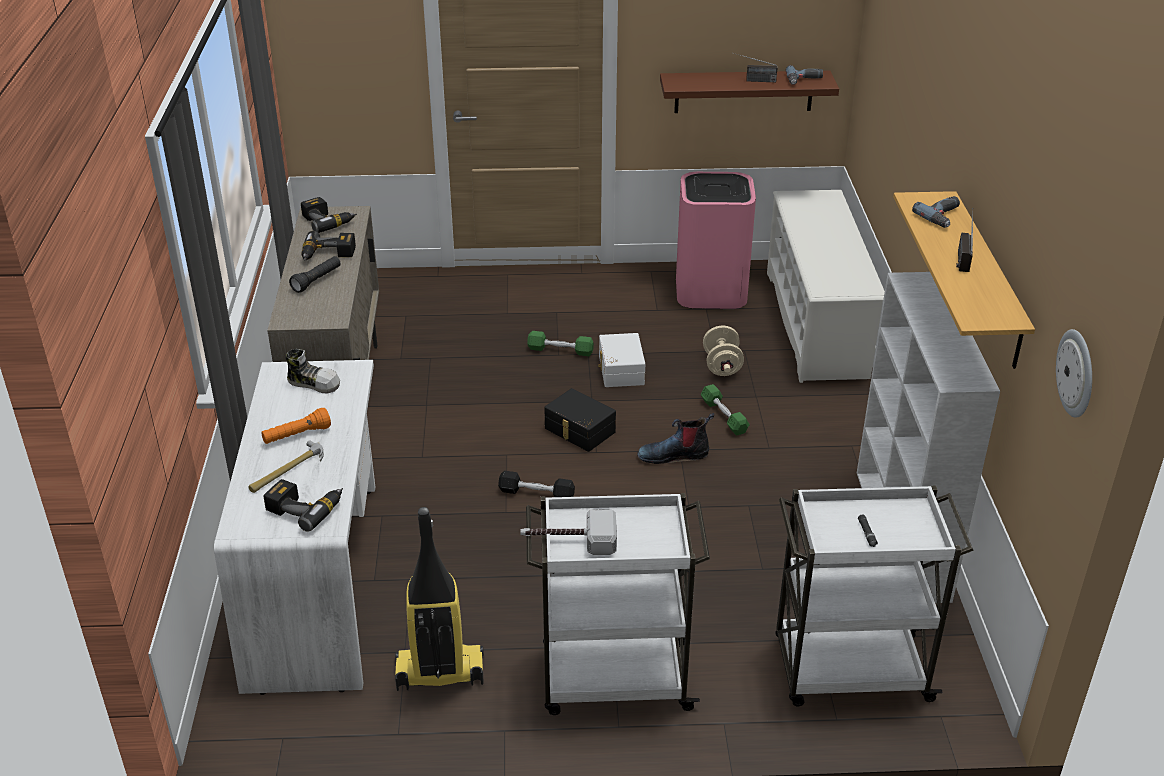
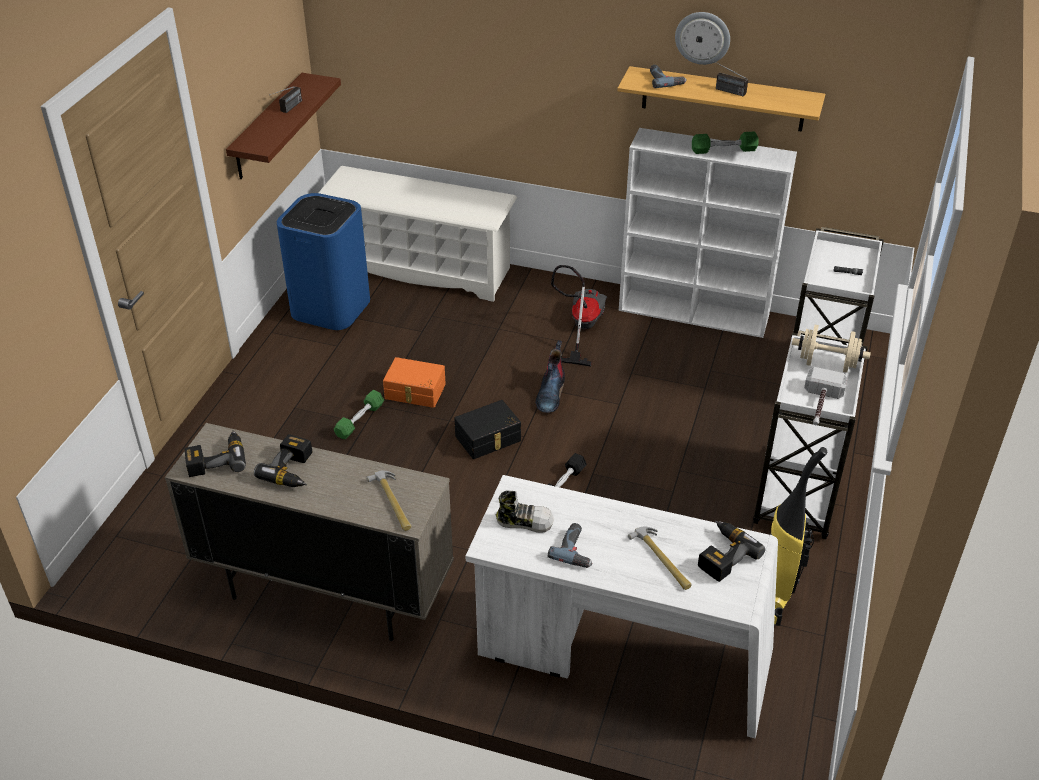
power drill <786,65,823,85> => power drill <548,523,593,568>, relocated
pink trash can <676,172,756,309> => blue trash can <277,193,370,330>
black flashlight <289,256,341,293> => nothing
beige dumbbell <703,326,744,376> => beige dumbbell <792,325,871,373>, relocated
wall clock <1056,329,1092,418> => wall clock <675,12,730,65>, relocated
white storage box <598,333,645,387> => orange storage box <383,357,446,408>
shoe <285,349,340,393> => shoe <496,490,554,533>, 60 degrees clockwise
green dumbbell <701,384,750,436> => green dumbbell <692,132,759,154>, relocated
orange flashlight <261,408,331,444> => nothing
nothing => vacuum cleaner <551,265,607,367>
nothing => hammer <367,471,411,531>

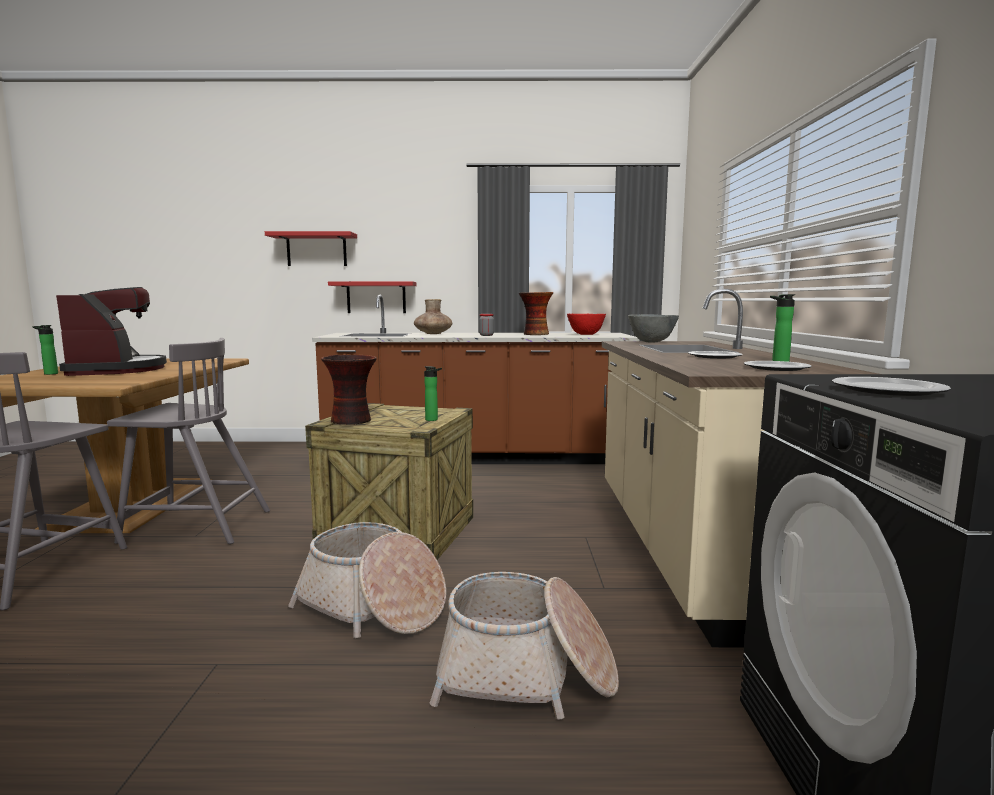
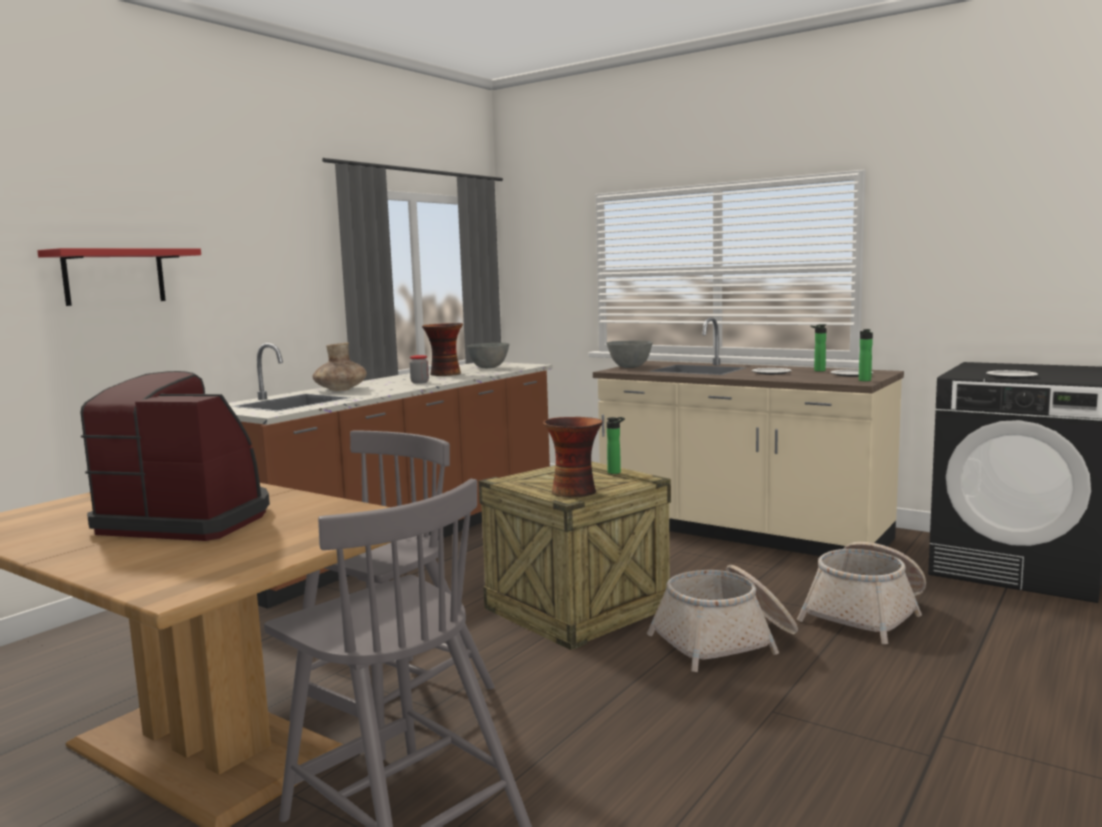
red shelf <328,281,417,313> => nothing
red bowl <567,314,606,335> => grey bowl <466,343,509,368>
bottle <32,325,58,375> => bottle <859,329,873,381>, relocated

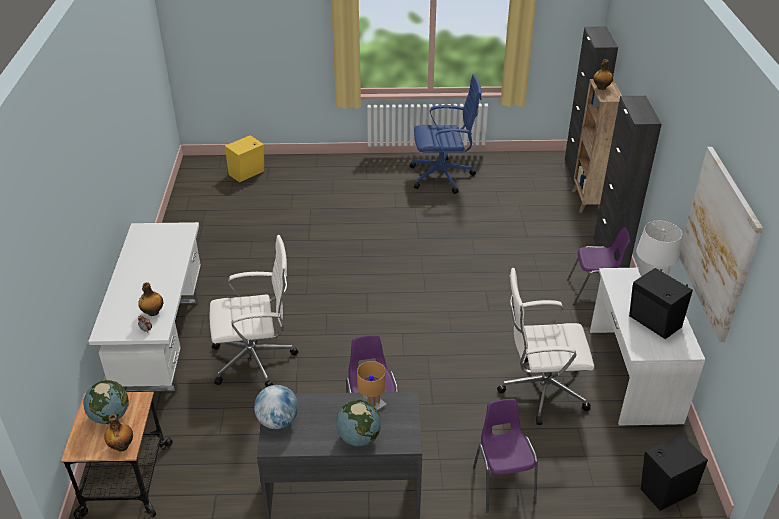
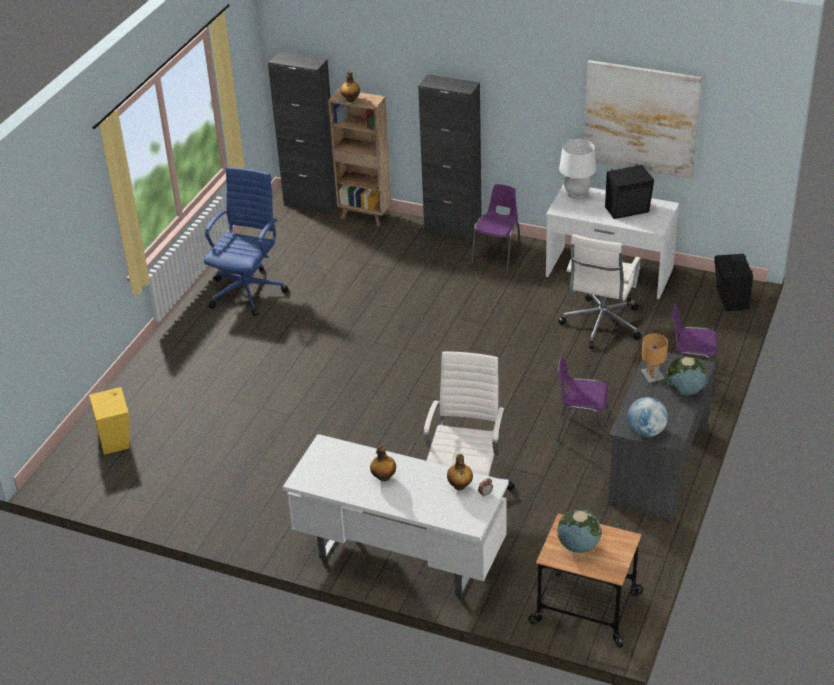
bottle <104,414,133,451> => bottle <370,446,396,481>, relocated

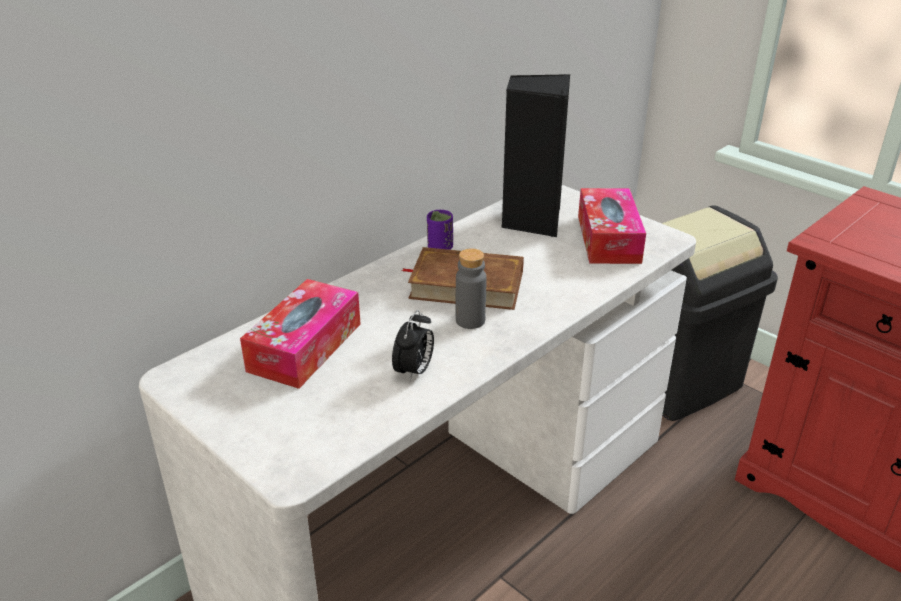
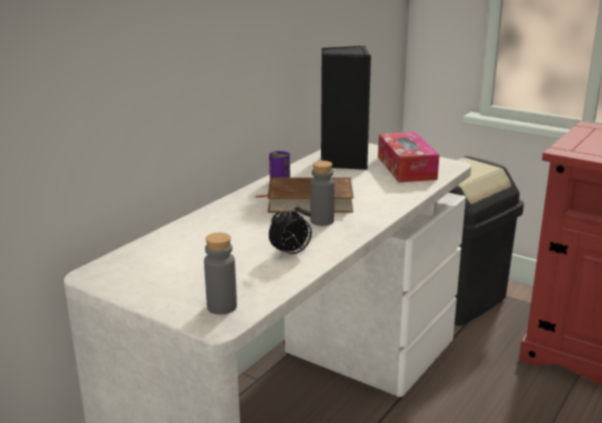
tissue box <240,279,360,389> => nothing
alarm clock <392,310,434,383> => alarm clock <269,201,312,257>, 45 degrees clockwise
nothing => grey bottle <204,233,237,315>

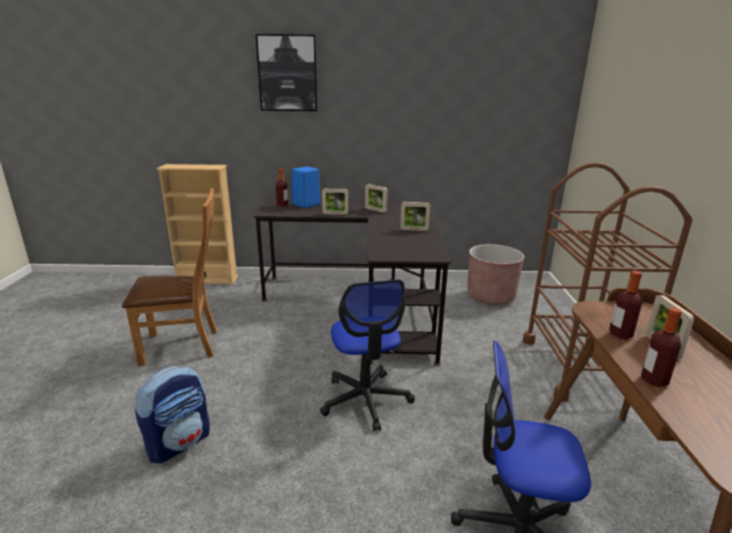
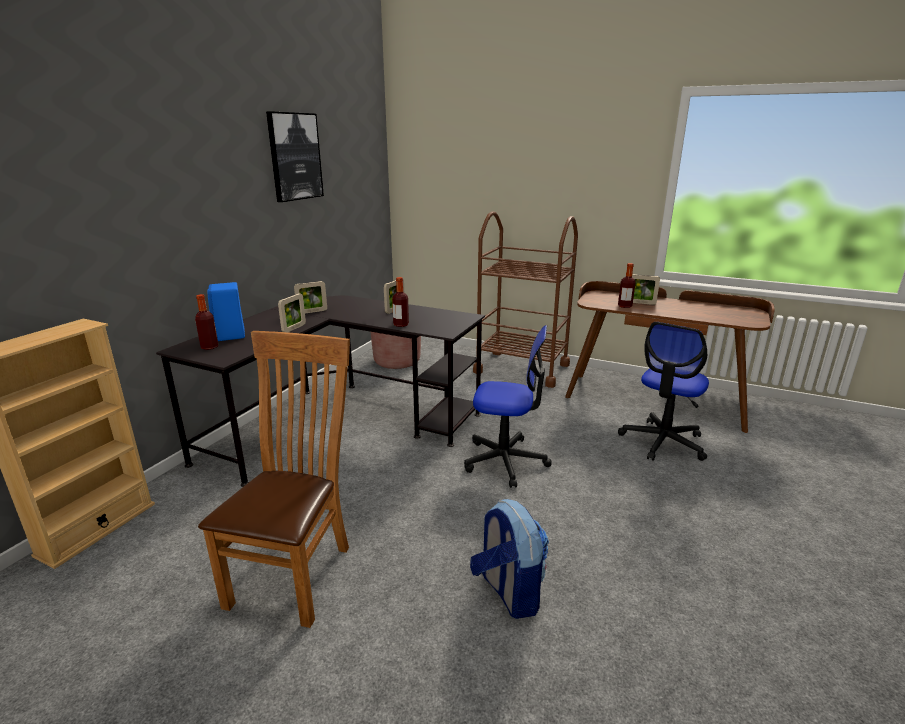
picture <256,34,318,111> => picture <266,111,324,202>, relocated
bottle <641,307,682,387> => bottle <392,277,409,327>, relocated

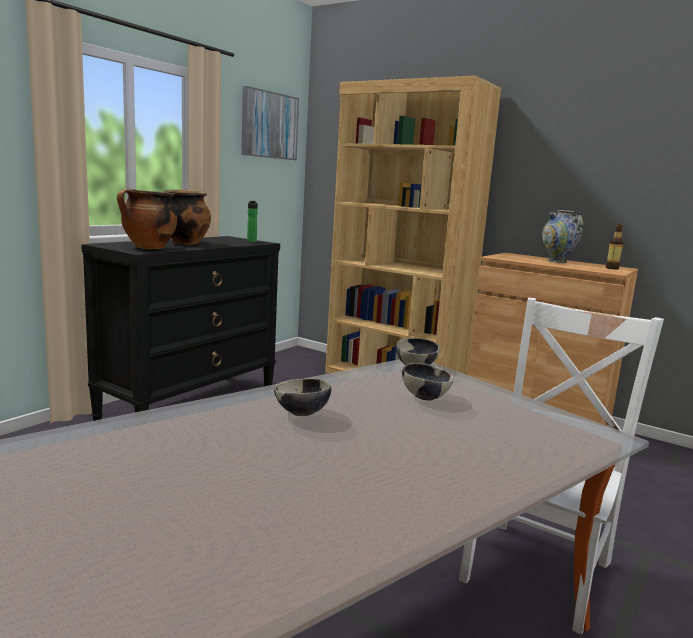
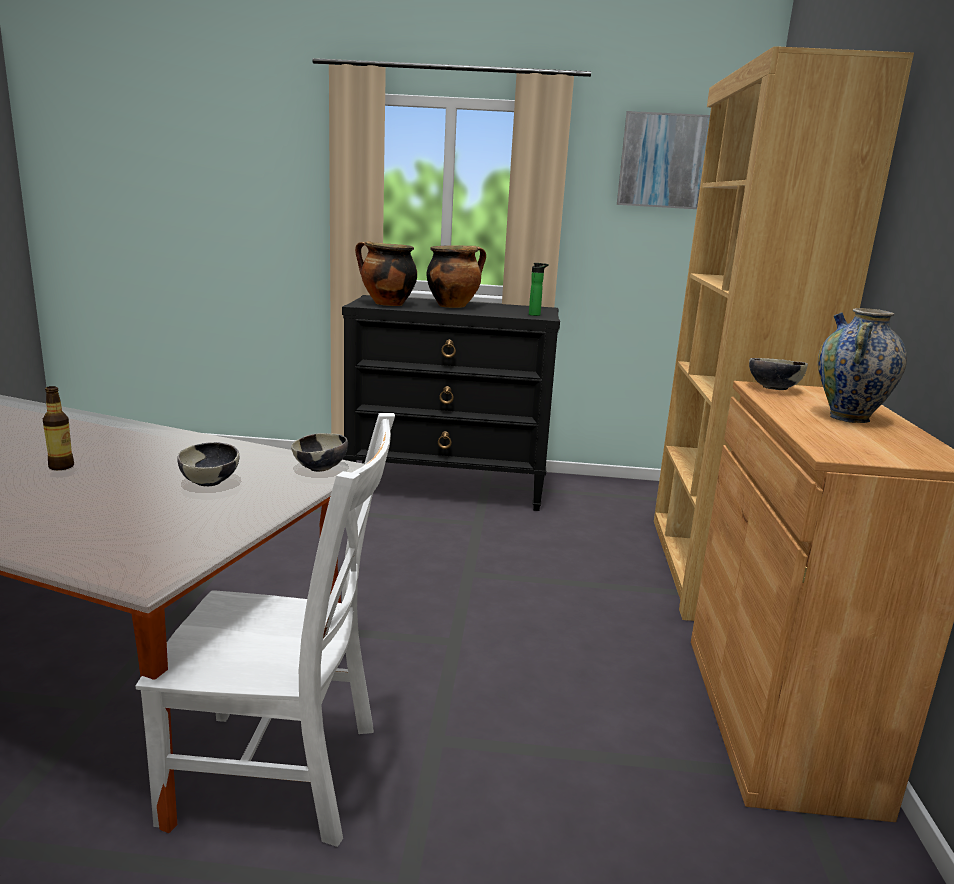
bottle <606,224,623,269> => bottle <43,386,74,470>, relocated
bowl <274,378,331,416> => bowl <749,358,808,390>, relocated

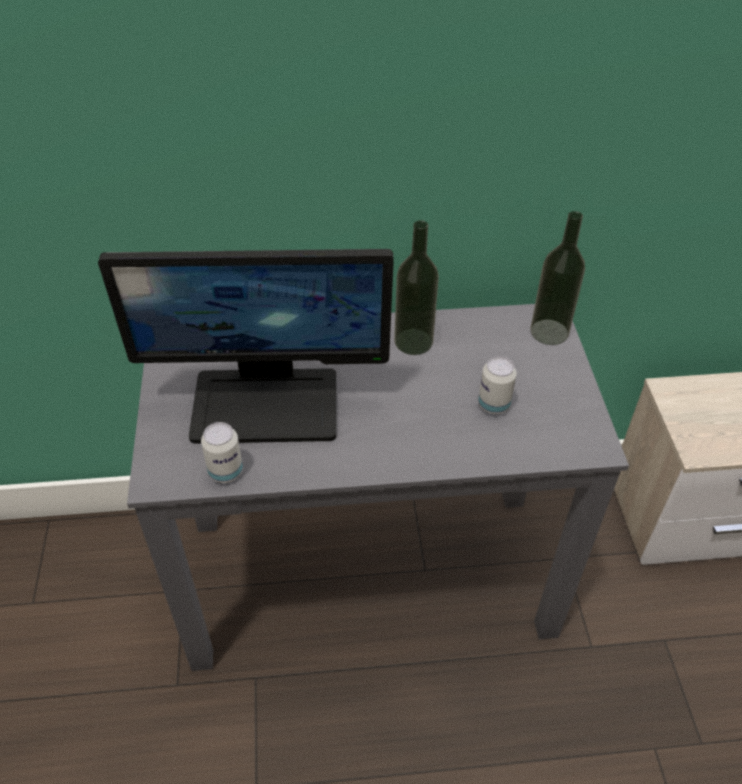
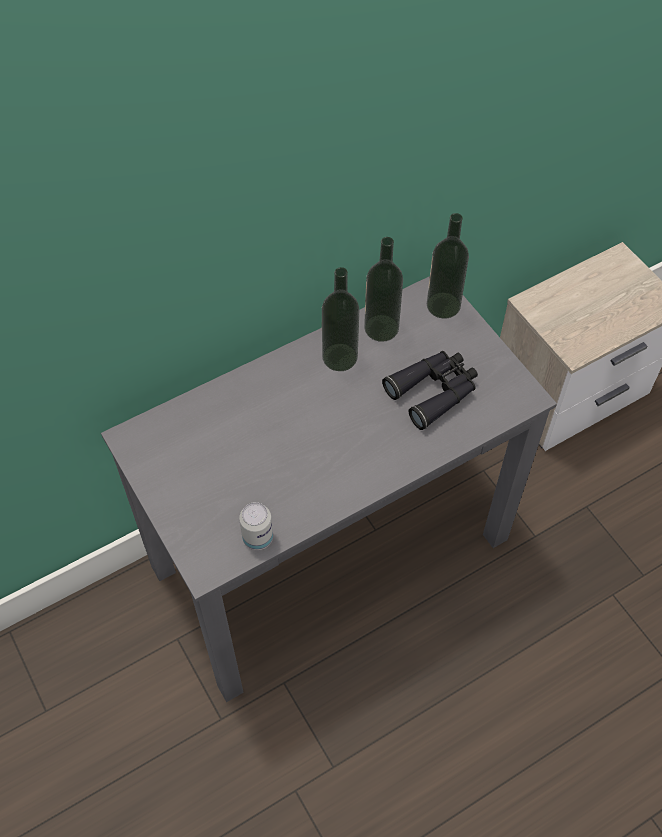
monitor <98,249,394,444> => nothing
can <478,356,517,414> => black binoculars <382,351,478,430>
nothing => bottle <364,237,403,342>

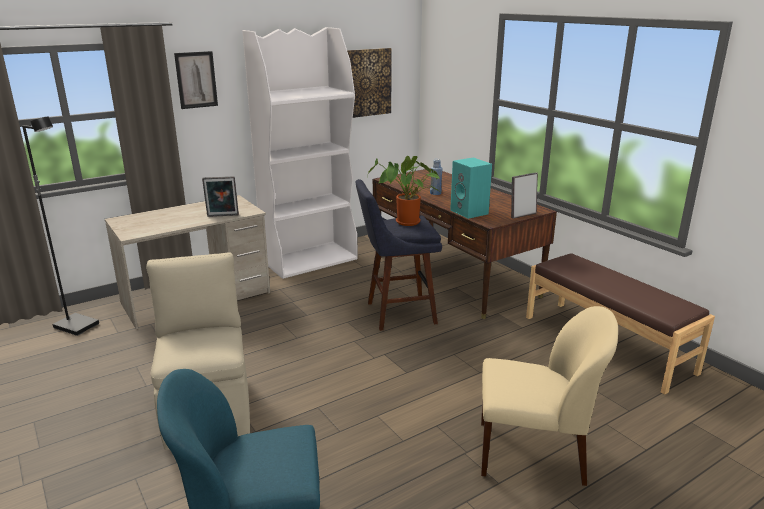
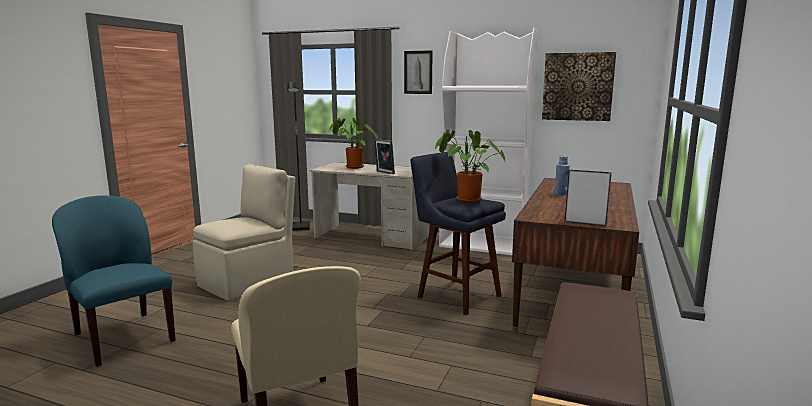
turquoise speaker <450,157,492,219> => nothing
nothing => potted plant <329,118,378,169>

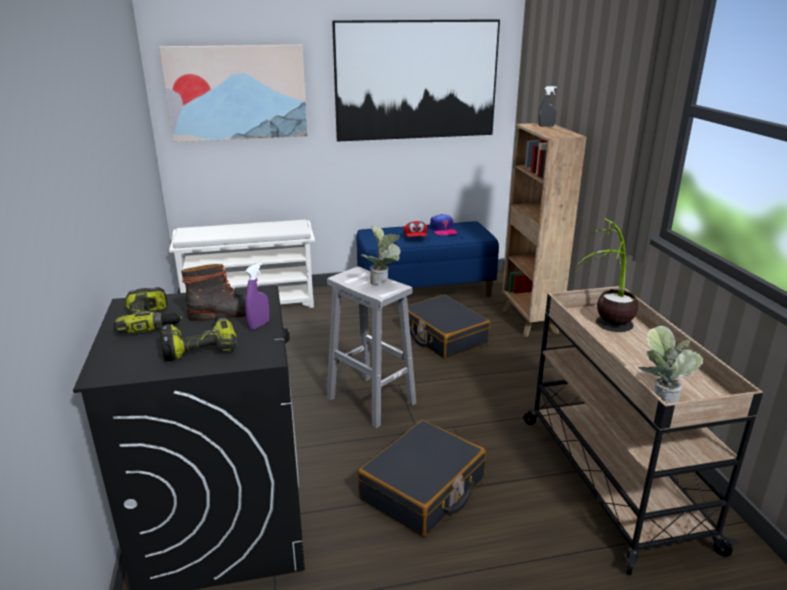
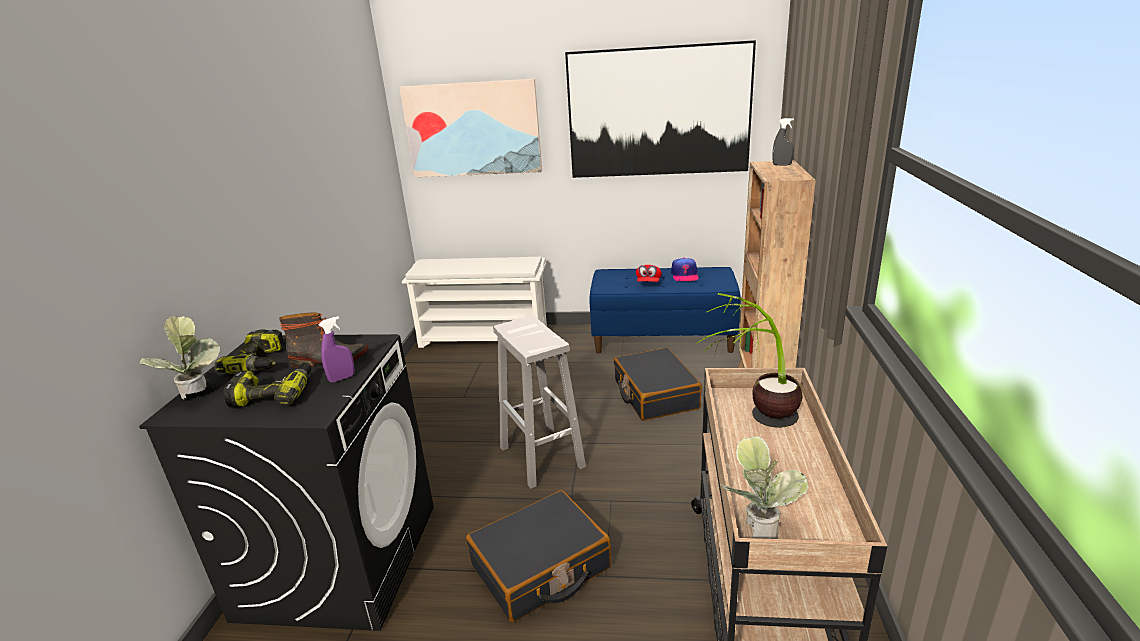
potted plant <360,226,401,285> => potted plant <139,316,220,399>, relocated

